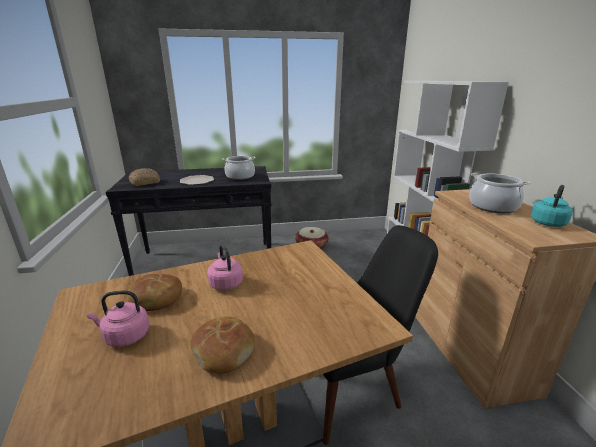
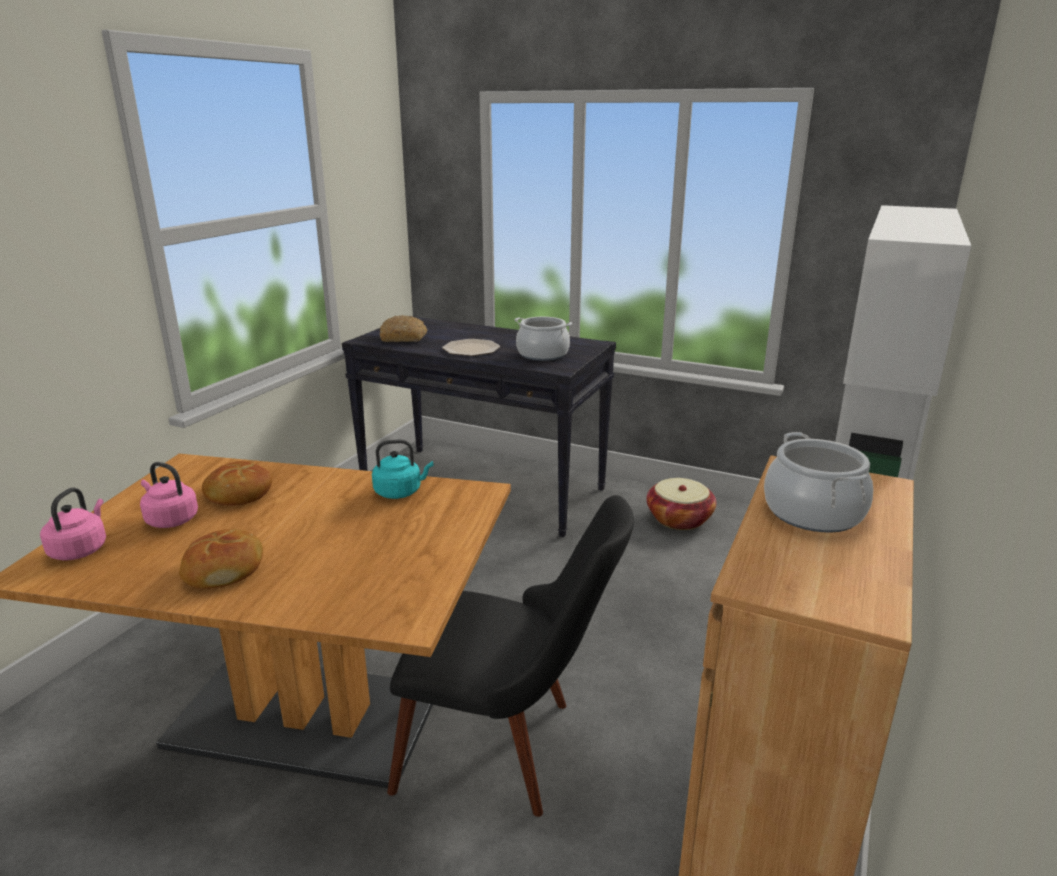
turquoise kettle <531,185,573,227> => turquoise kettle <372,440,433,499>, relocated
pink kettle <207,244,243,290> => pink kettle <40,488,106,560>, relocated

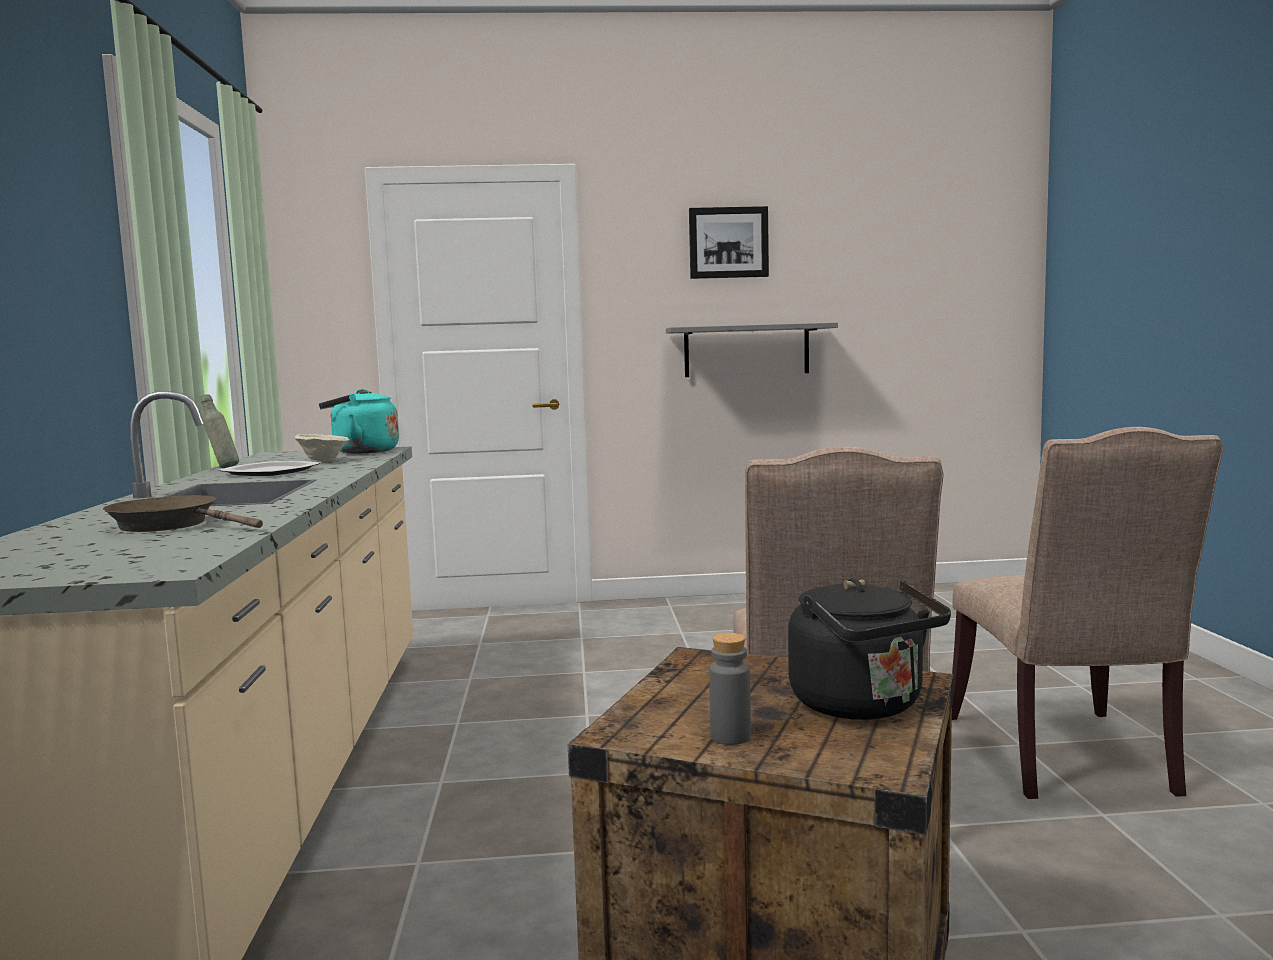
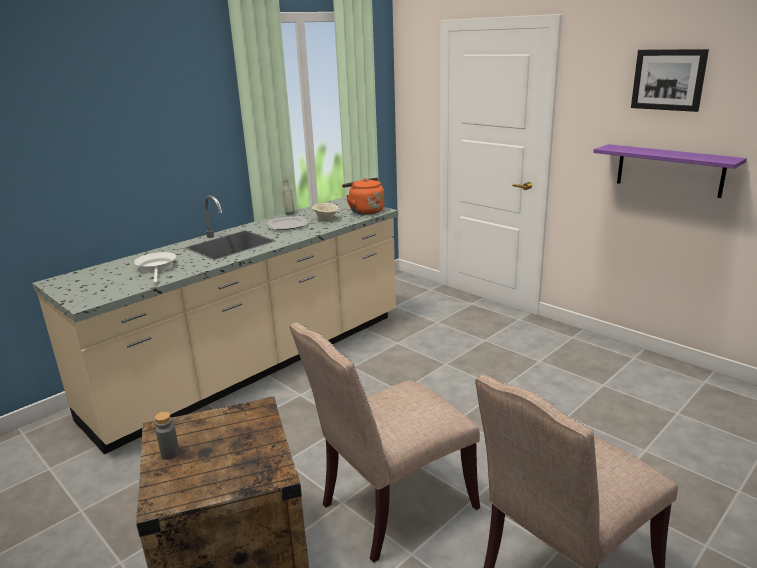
grey shelf <666,322,838,377> => purple shelf <593,144,747,198>
turquoise kettle <319,389,399,454> => orange kettle <342,178,384,215>
brown frying pan <103,495,263,532> => white frying pan <134,252,176,284>
black kettle <788,579,951,720> => nothing

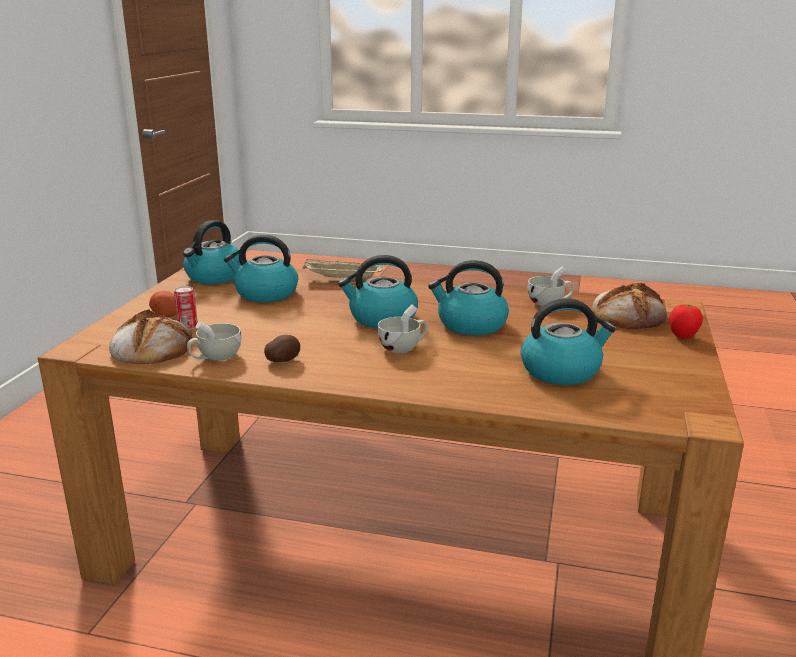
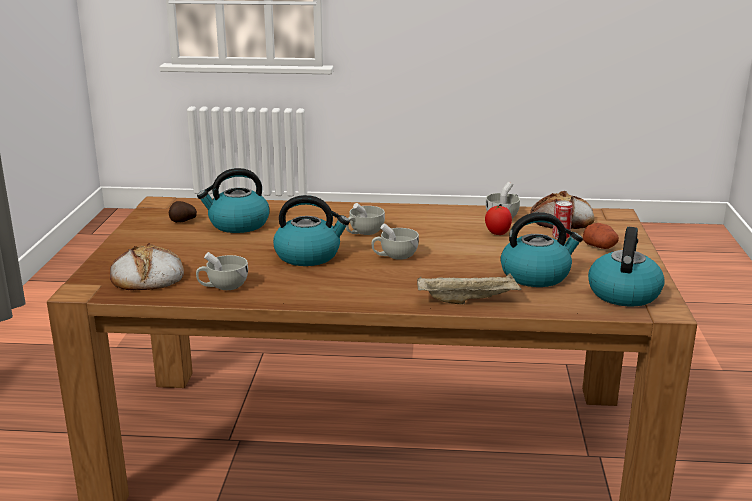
kettle <338,255,418,328> => white cup <372,223,419,260>
tomato <669,304,703,339> => tomato <485,206,512,235>, relocated
potato <264,335,300,362> => potato <168,201,197,223>, relocated

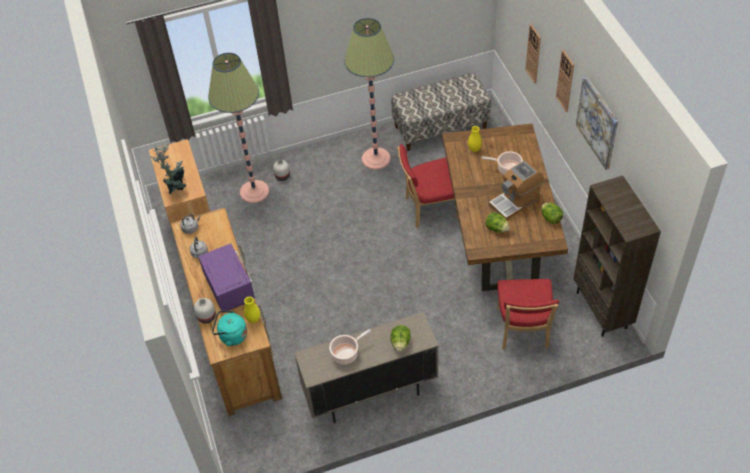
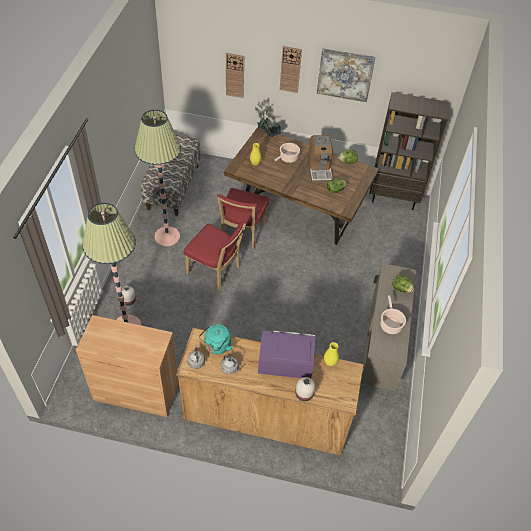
potted plant <150,144,186,194> => potted plant <255,101,281,137>, relocated
red chair <497,279,559,349> => red chair <184,220,246,290>, relocated
turquoise kettle <212,311,247,346> => turquoise kettle <199,324,233,354>, relocated

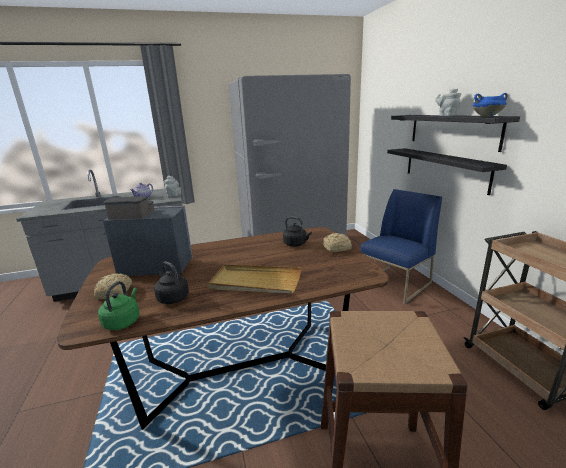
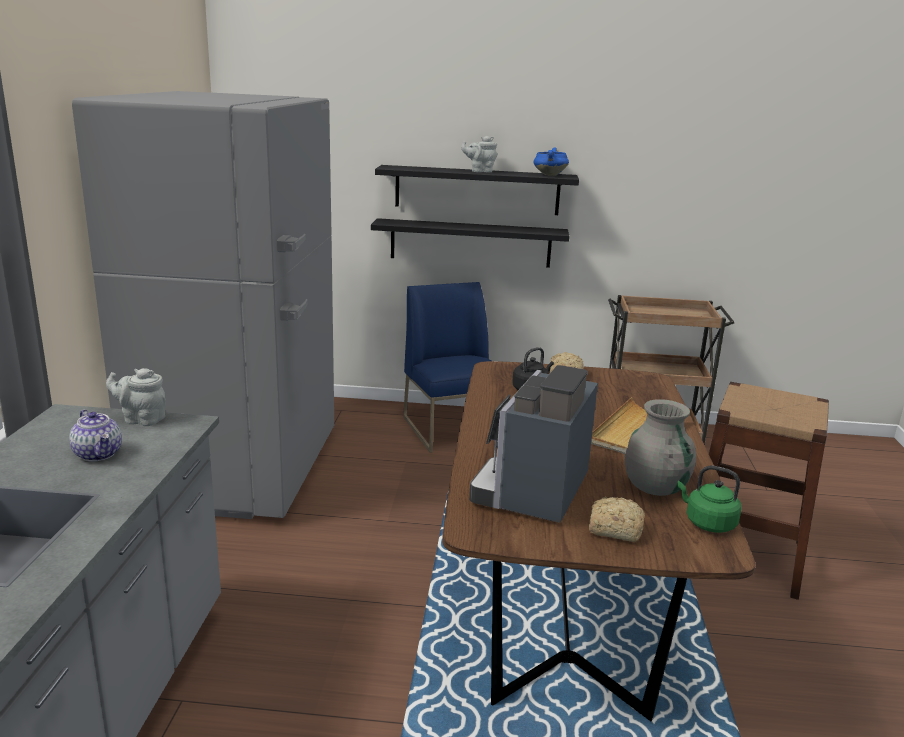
black kettle <154,261,189,304> => grey vase <625,399,696,496>

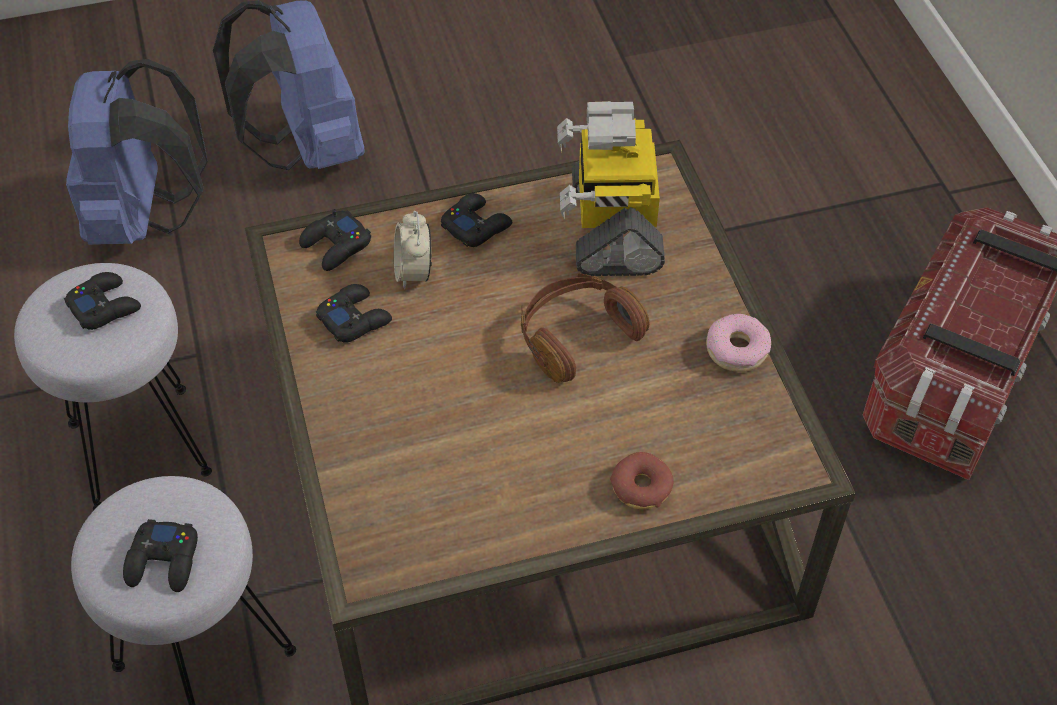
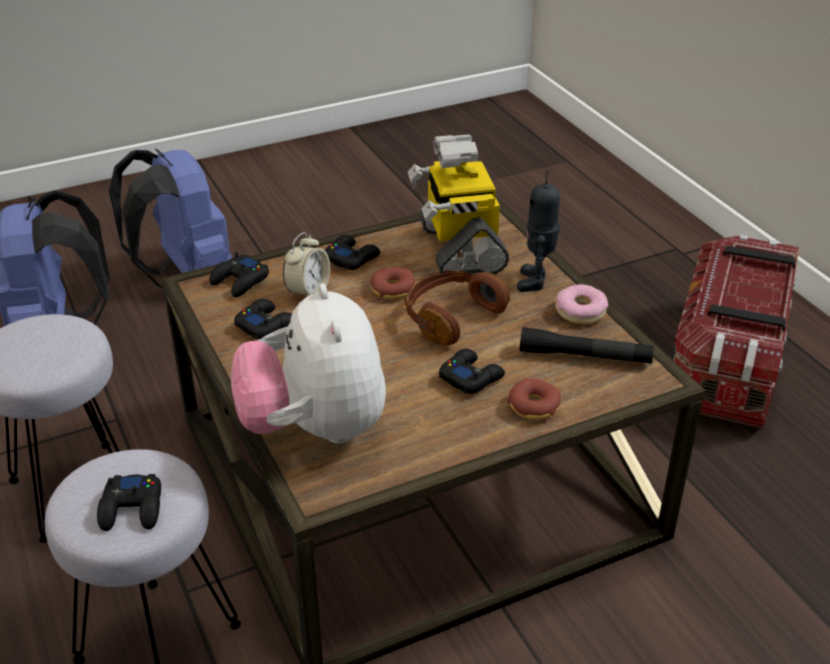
alarm clock <394,211,432,289> => alarm clock <283,232,330,297>, 135 degrees counterclockwise
black game controller <64,272,141,330> => black game controller <439,349,505,394>, relocated
nothing => toy robot <517,170,560,292>
nothing => donut <370,267,415,299>
nothing => plush toy <231,283,386,444>
nothing => black flashlight <520,327,654,364>

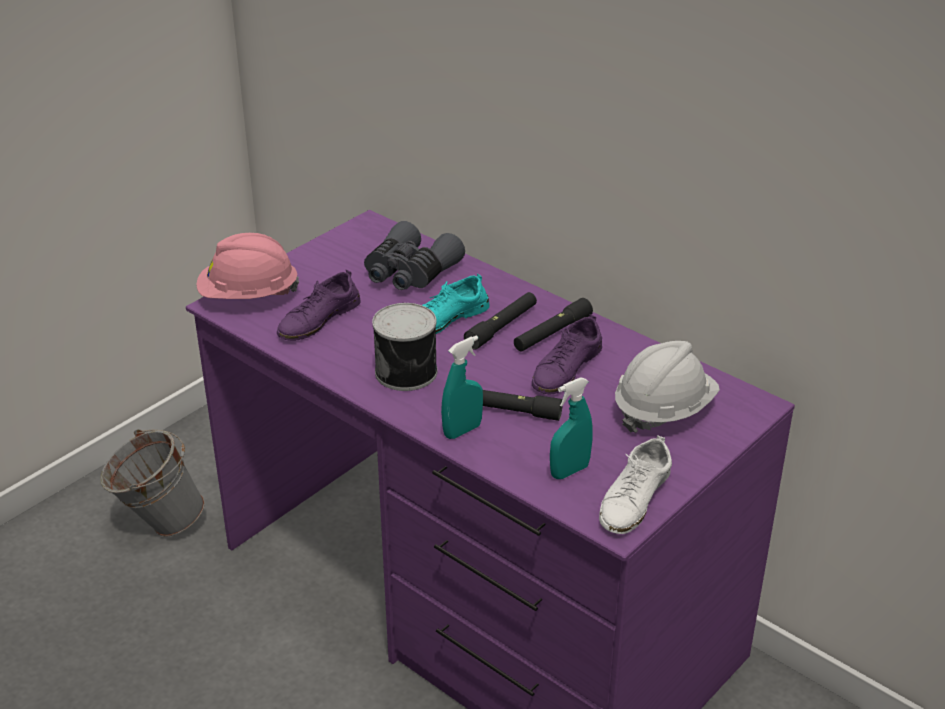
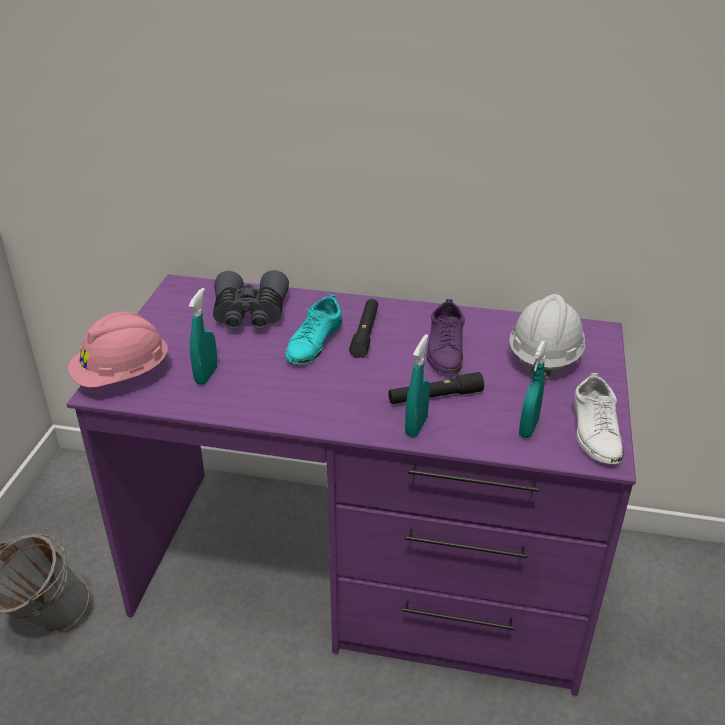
purple shoe <277,270,361,341> => turquoise spray bottle <189,288,217,385>
black flashlight <514,298,593,352> => nothing
can <372,303,437,391> => nothing

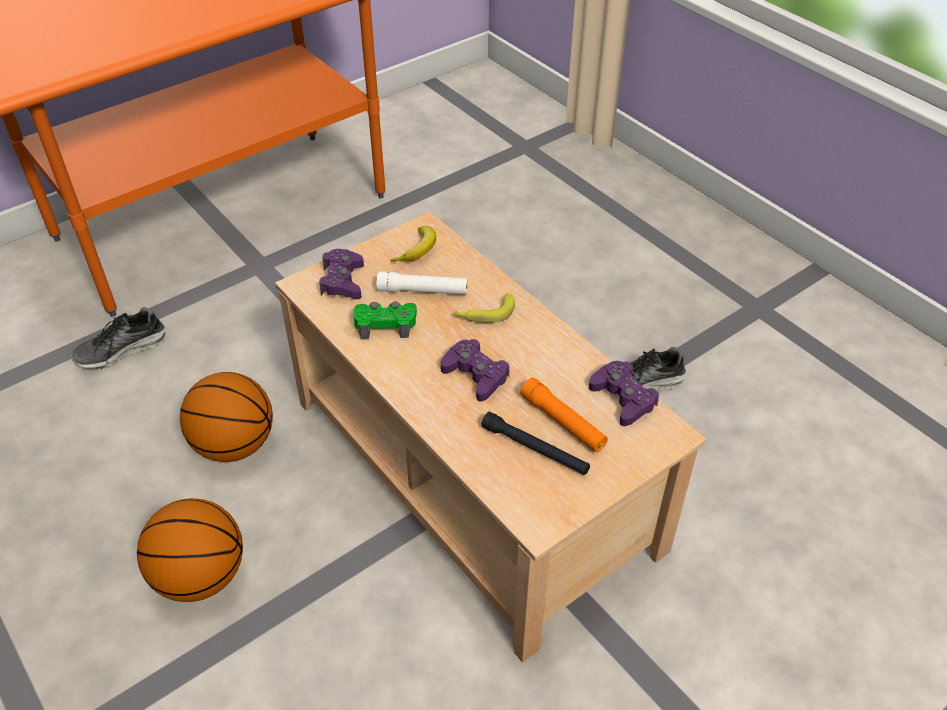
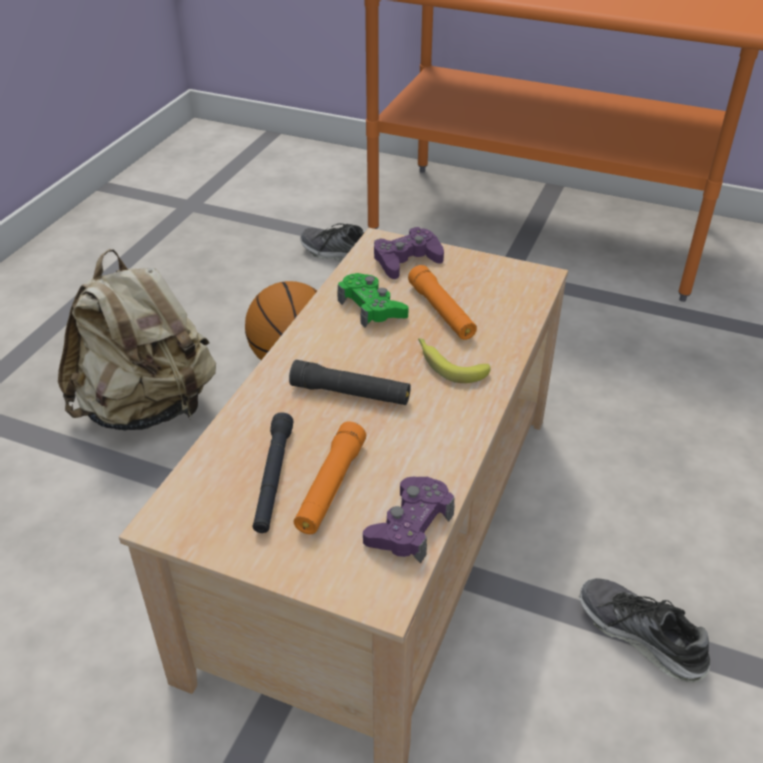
banana <391,226,436,262> => nothing
white flashlight <377,271,468,295> => orange flashlight <408,265,477,340>
purple game controller <441,339,510,402> => black flashlight <289,360,411,405>
basketball <137,498,243,602> => beige backpack <58,249,216,431>

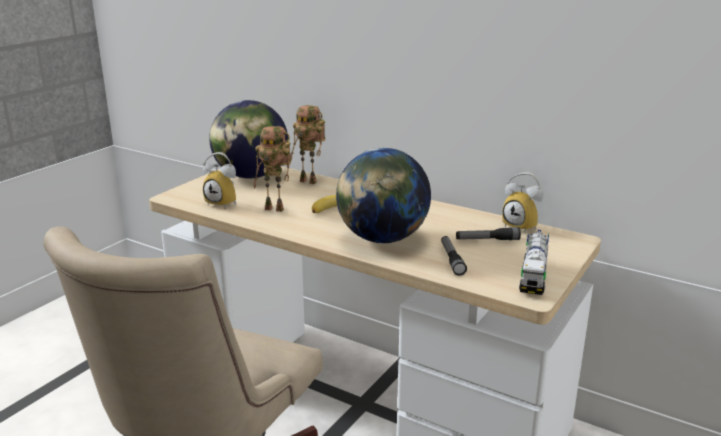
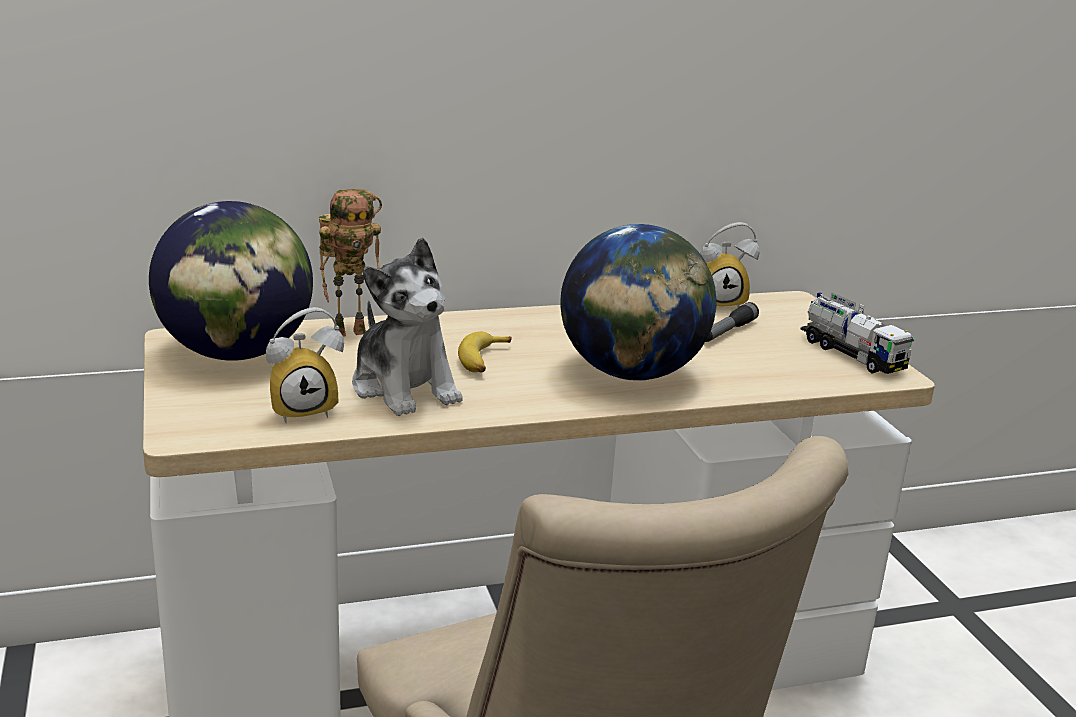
toy robot <254,126,291,212> => plush toy <352,237,463,416>
flashlight <441,236,467,276> => nothing

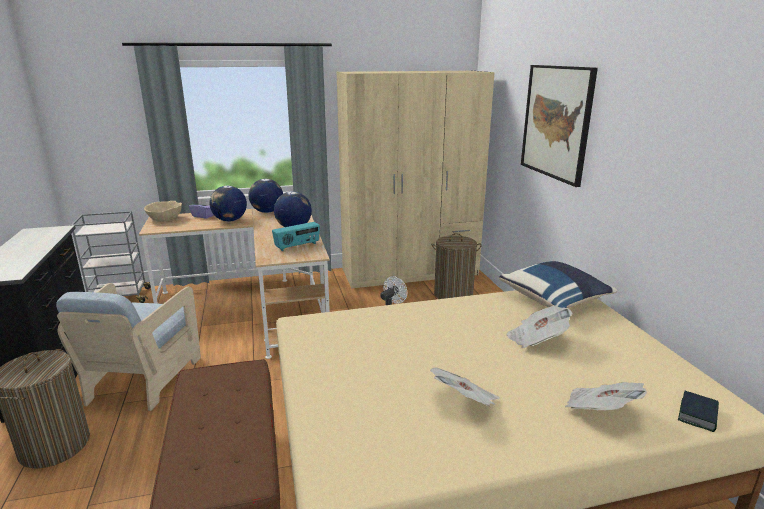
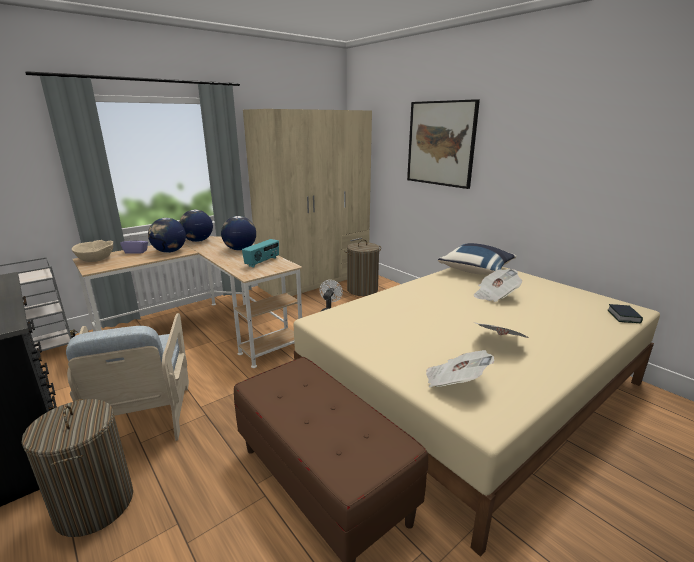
newspaper <565,382,647,410> => newspaper <426,350,494,387>, relocated

